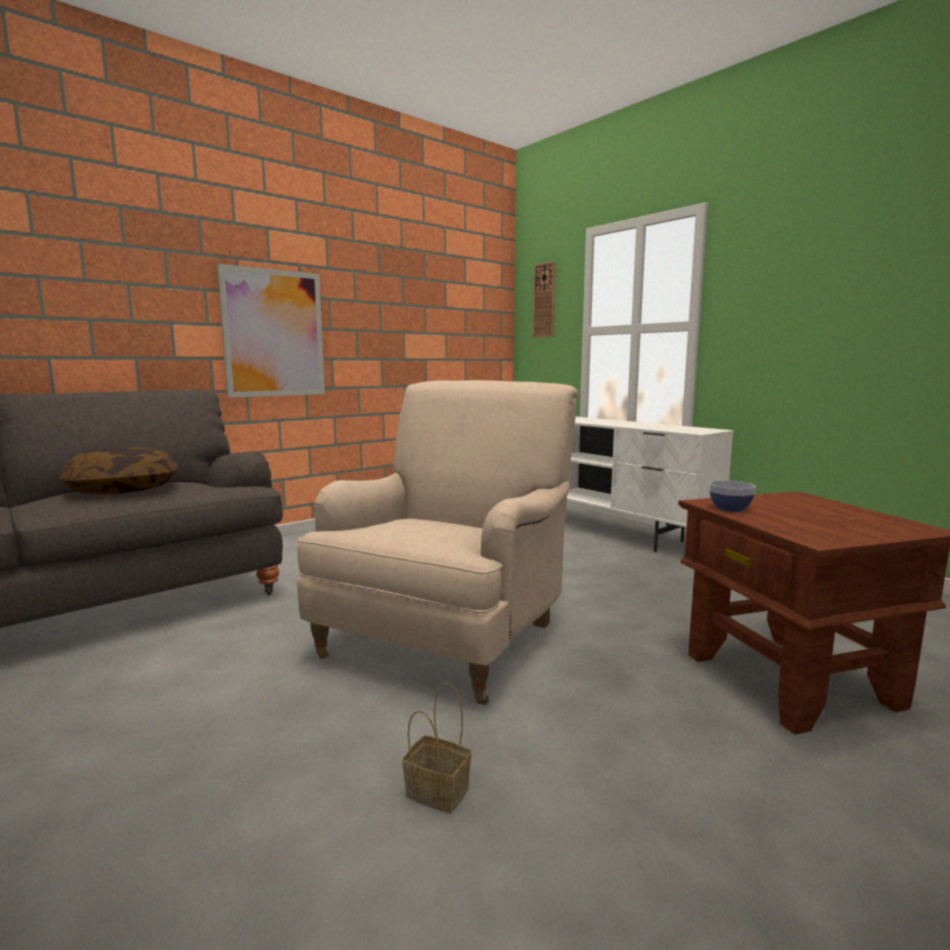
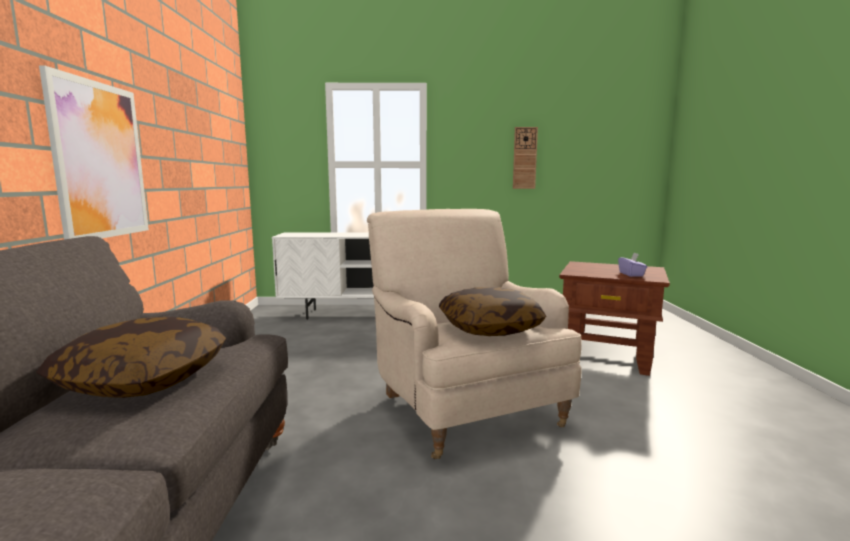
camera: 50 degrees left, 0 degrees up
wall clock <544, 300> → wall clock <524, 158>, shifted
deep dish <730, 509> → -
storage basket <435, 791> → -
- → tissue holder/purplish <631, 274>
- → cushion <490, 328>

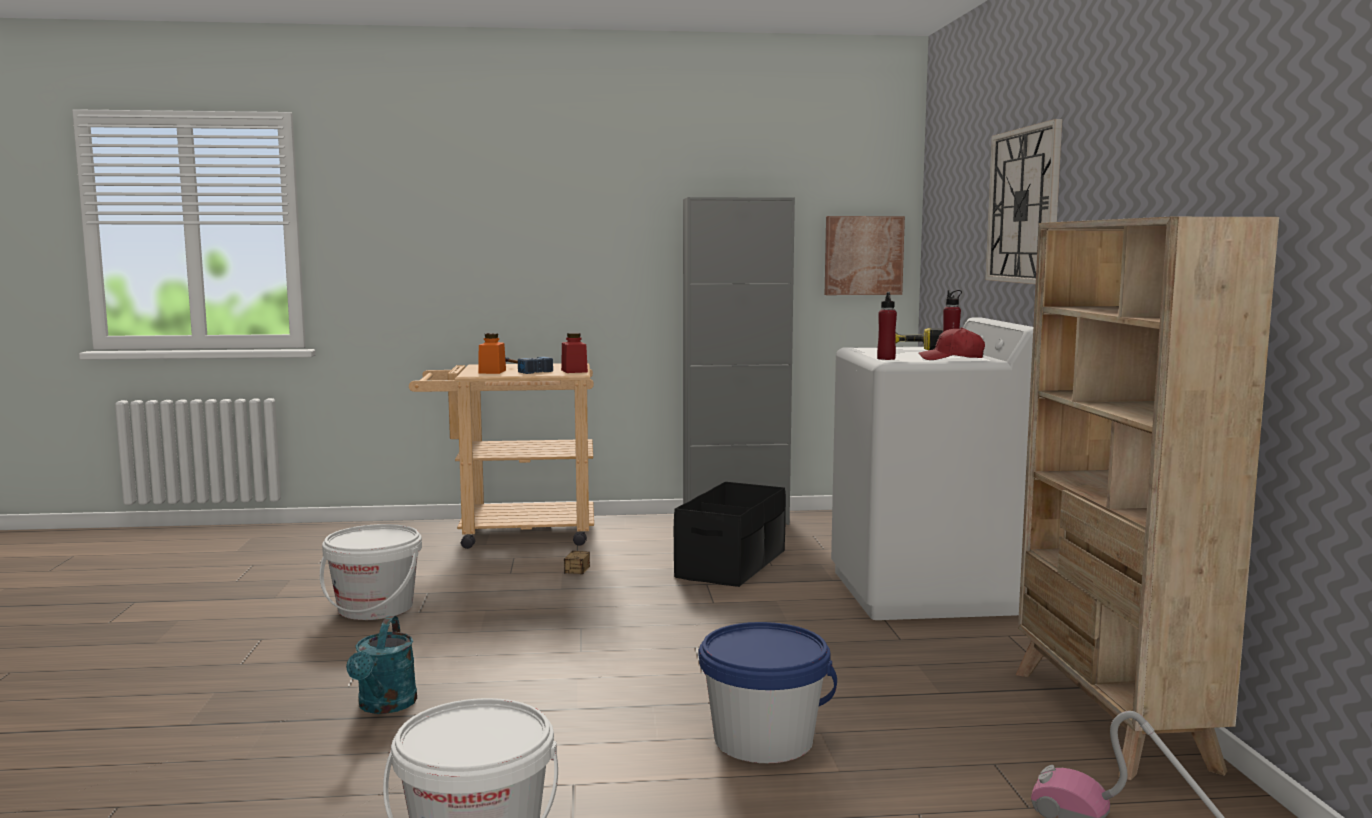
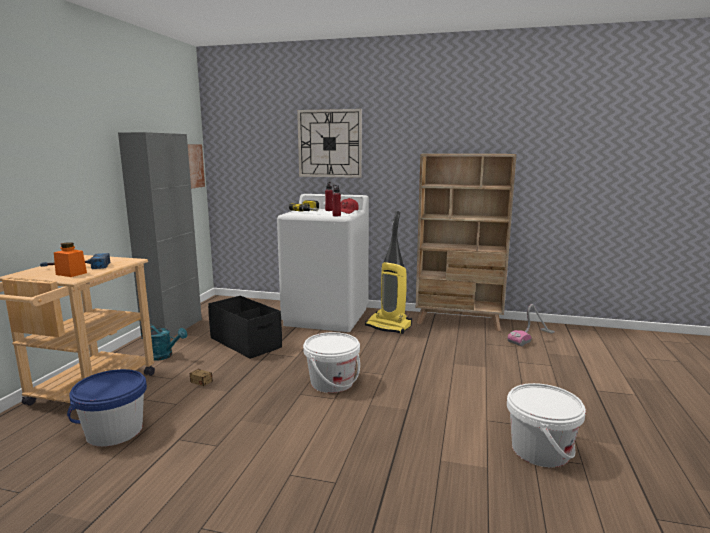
camera: 70 degrees left, 5 degrees up
jar/red <574, 371> → -
water bucket/whitish <375, 608> → water bucket/whitish <332, 382>, shifted
watering pot/turquoise-coloured <384, 706> → watering pot/turquoise-coloured <164, 356>, shifted
water bucket/blue <763, 740> → water bucket/blue <114, 431>, shifted
- → vacuum cleaner <389, 326>

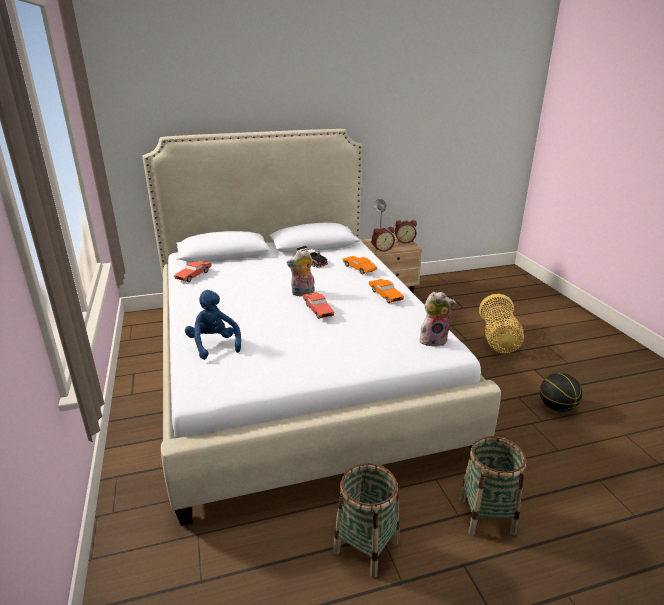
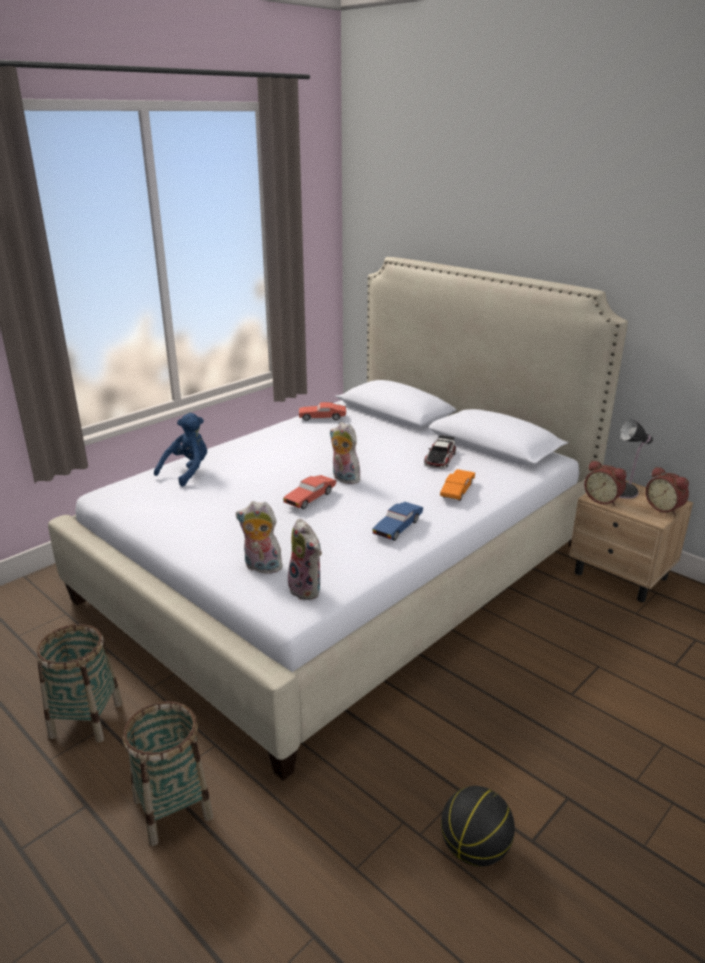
camera: 60 degrees right, 0 degrees up
miniature car/orangey <385, 295> → miniature car/blue <398, 527>
storage basket <498, 339> → -
- → plush toy <261, 567>

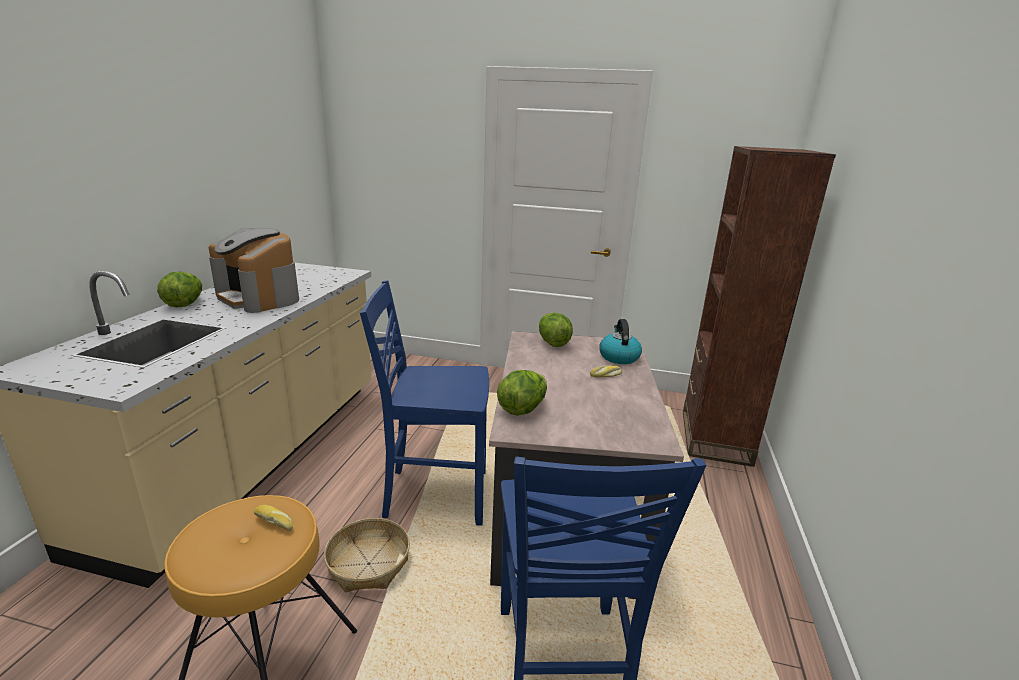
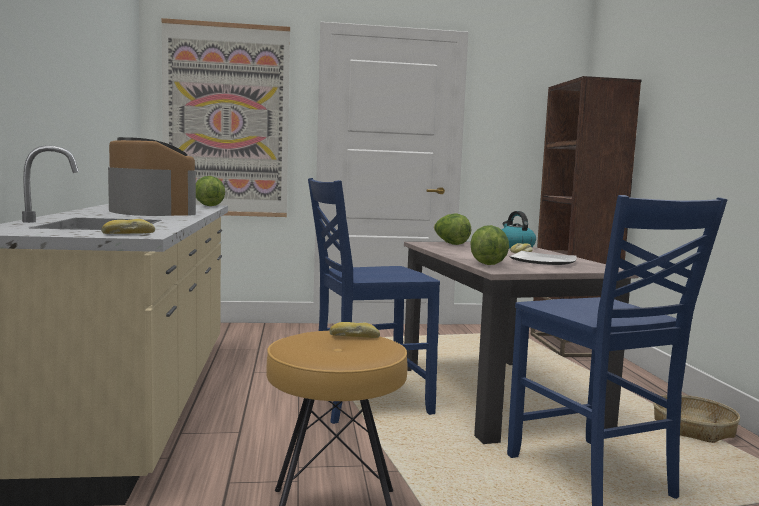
camera: 20 degrees left, 15 degrees down
coffee machine <259, 297> → coffee machine <150, 212>, 150 degrees counterclockwise
lettuce head <185, 304> → lettuce head <208, 206>, shifted
storage basket <369, 564> → storage basket <693, 428>, shifted
- → wall art <226, 121>
- → baked bread <128, 233>
- → flat dish <544, 261>

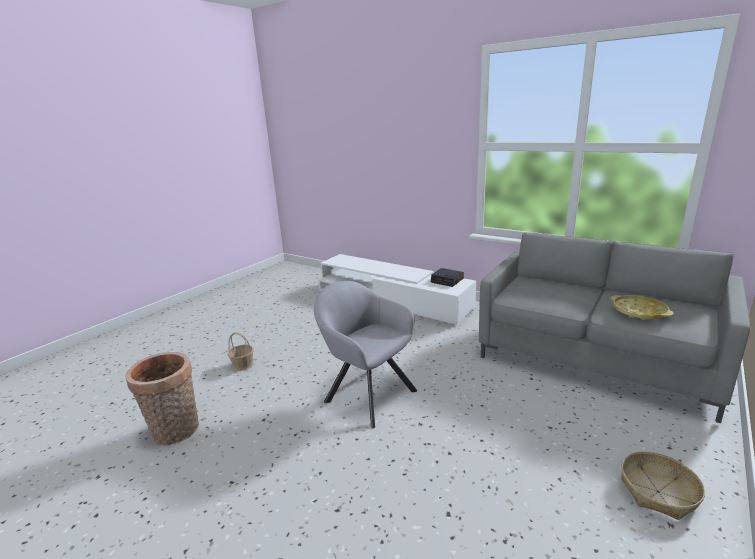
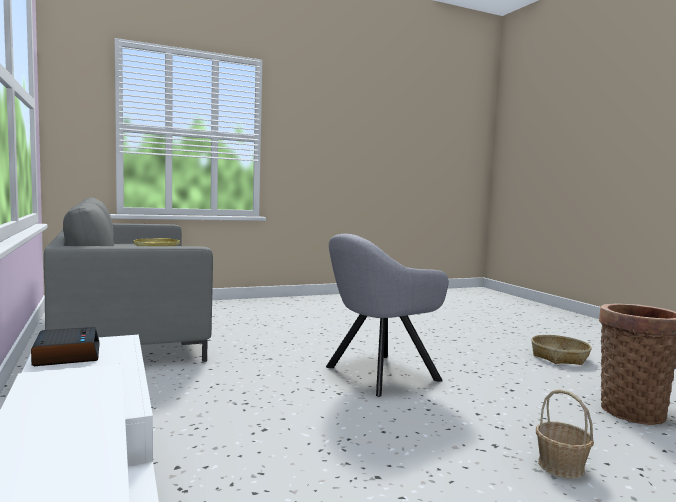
camera: 150 degrees left, 15 degrees down
easy chair/greyish <367, 394> → easy chair/greyish <376, 374>, 75 degrees clockwise
storage basket <657, 491> → storage basket <559, 357>, shifted

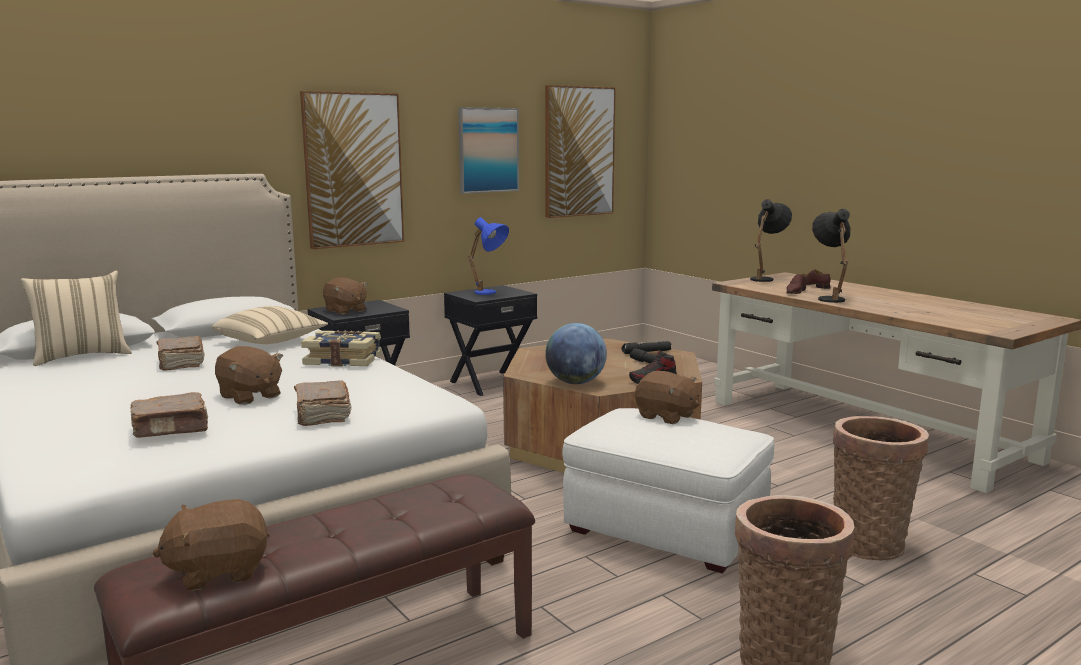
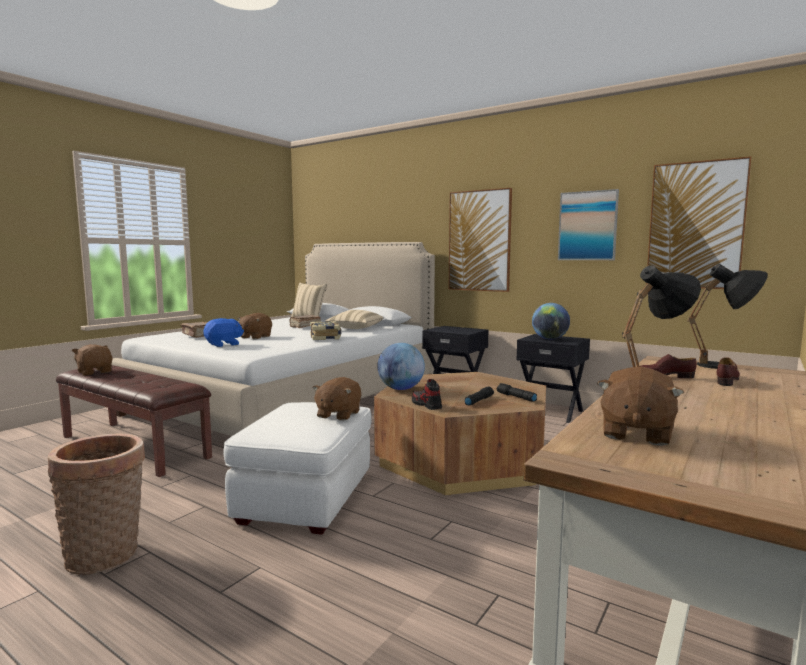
camera: 70 degrees right, 5 degrees down
table lamp/blue <490, 294> → world globe <550, 339>
plush toy/brown-coloured <345, 311> → plush toy/brown-coloured <635, 433>, shifted
book/brown-coloured <322, 415> → plush toy/blue <224, 344>
storage basket <869, 542> → -

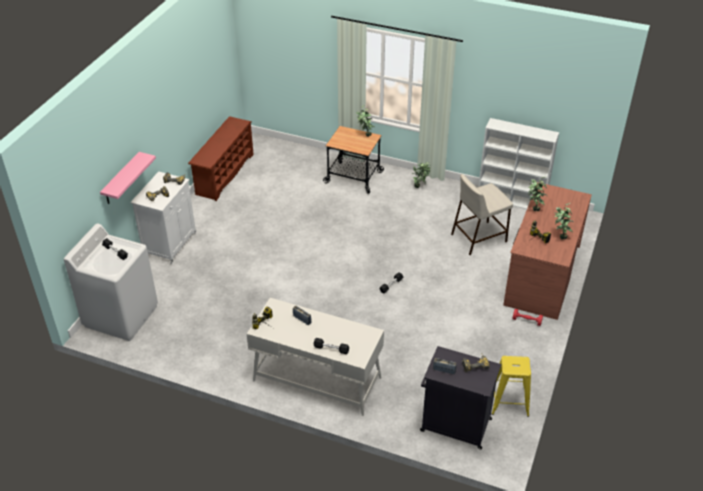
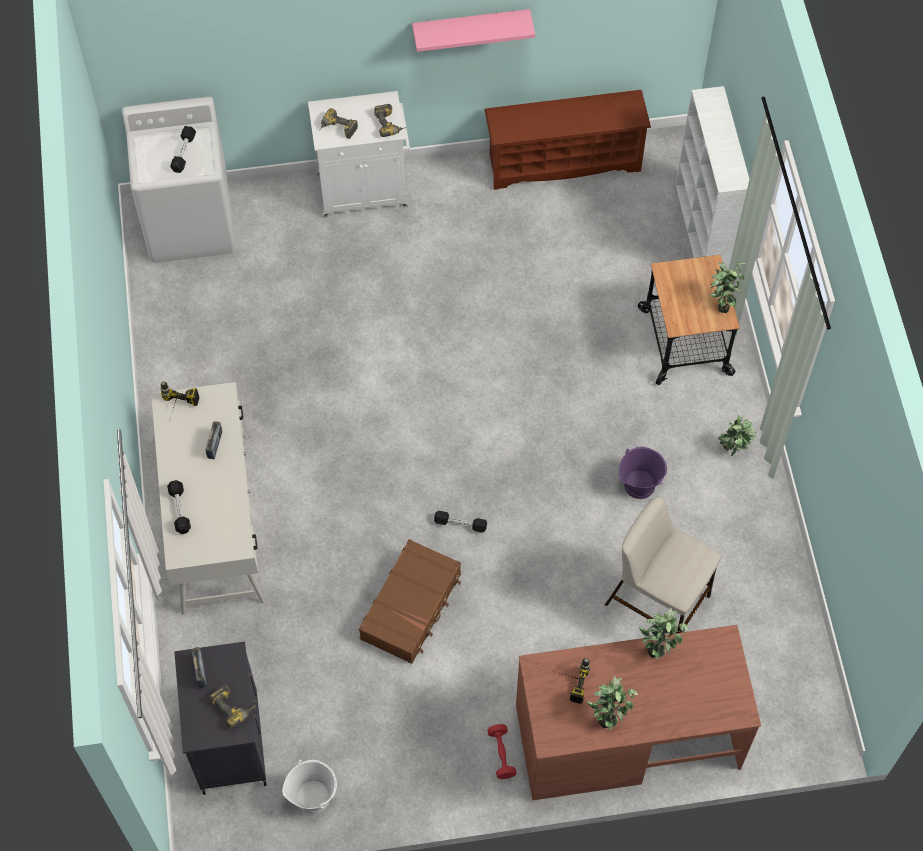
camera: 60 degrees right, 20 degrees up
bookcase/whitish <512, 200> → bookcase/whitish <703, 231>, shifted
wall shelf/pinkish <121, 179> → wall shelf/pinkish <471, 27>, shifted
sitting stool/yellowish <509, 402> → water bucket/whitish <313, 797>
- → water bucket/purplish <639, 484>
- → piece of luggage/brown-coloured <412, 606>

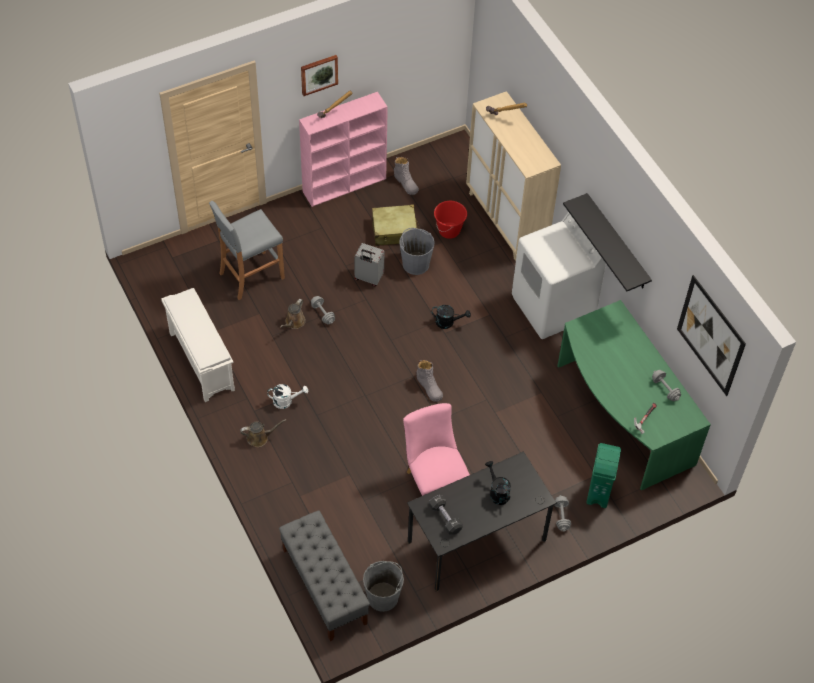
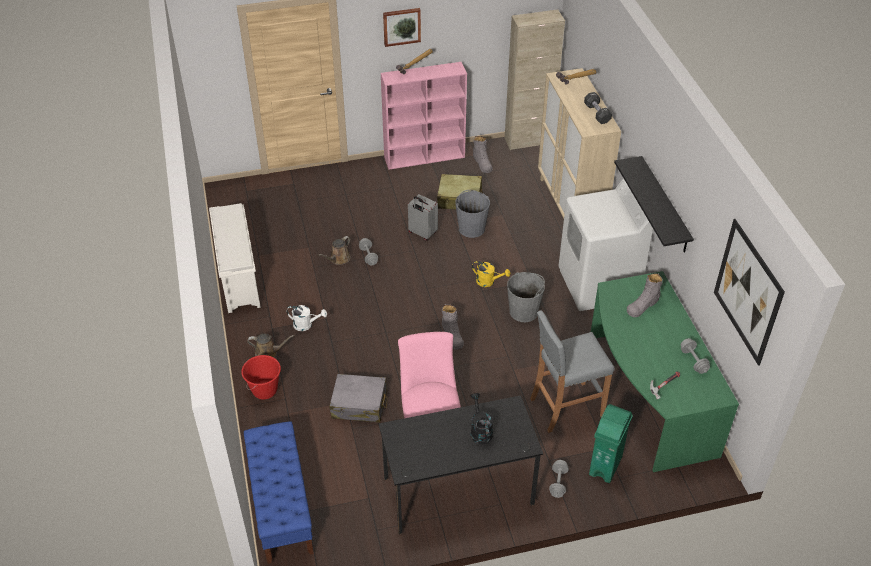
camera: 15 degrees right, 10 degrees down
sitting stool/greyish <251, 276> → sitting stool/greyish <565, 407>, shifted
water bucket/red <449, 231> → water bucket/red <265, 390>, shifted
watering pot/black <448, 322> → watering pot/yellowish <488, 282>
hand weight/black <445, 518> → hand weight/black <597, 113>, shifted
bench/greyish <324, 586> → bench/blue <281, 506>
water bucket/greyish <383, 597> → water bucket/greyish <524, 311>, shifted
- → storage cabinet/sand-coloured <528, 141>
- → tall boot/greyish <643, 305>
- → piece of luggage/greyish <359, 404>

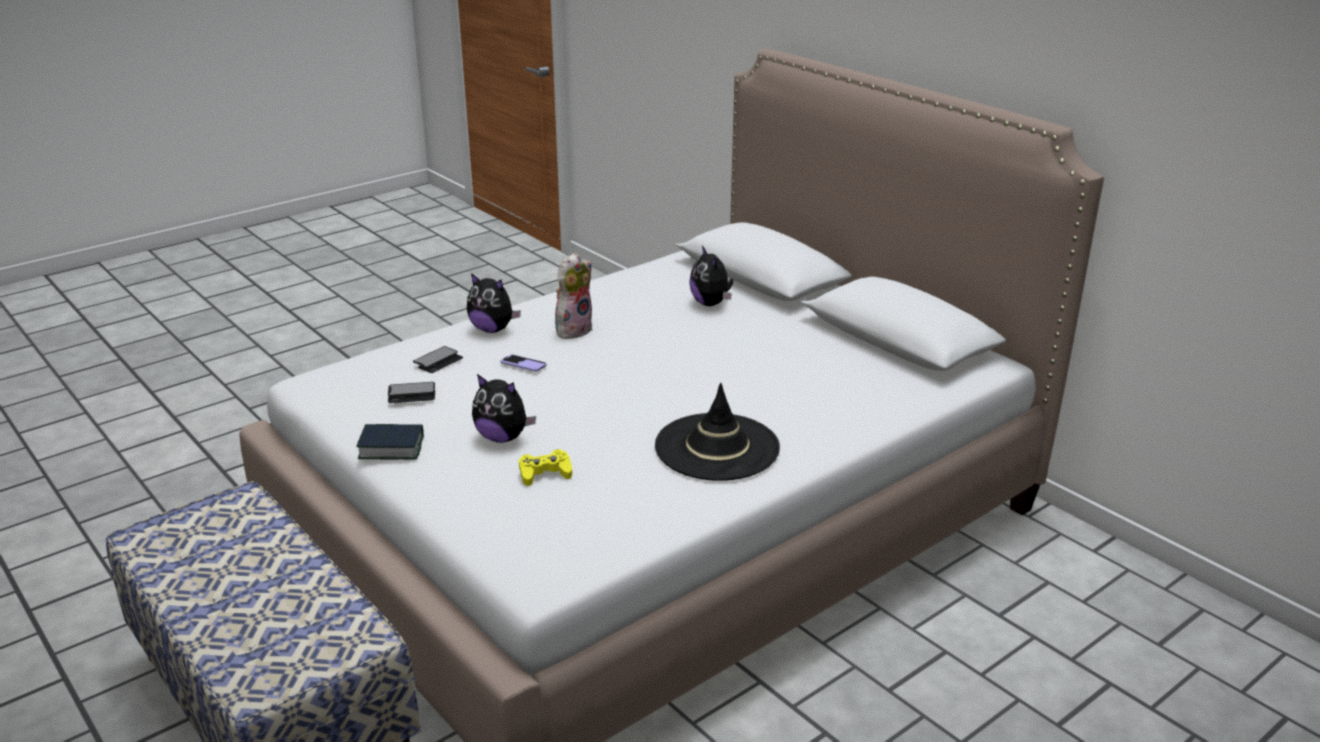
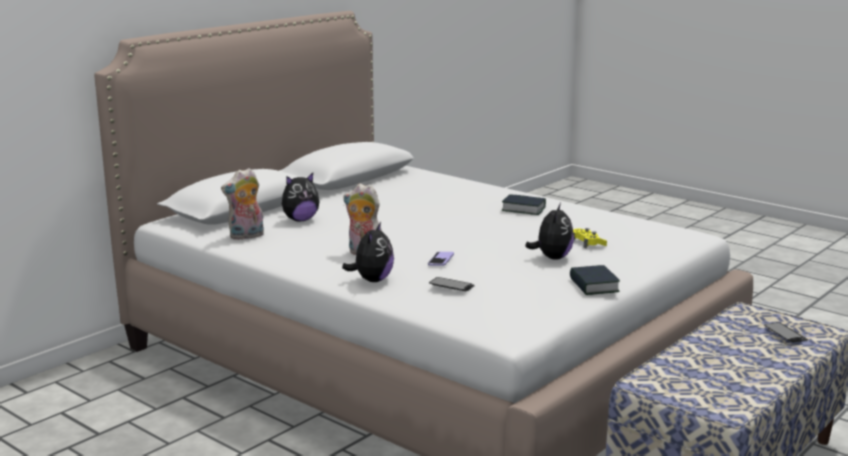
camera: 100 degrees left, 10 degrees down
telephone <411, 394> → telephone <785, 334>, shifted
hat/black <717, 447> → book <523, 209>
- → plush toy <246, 236>

